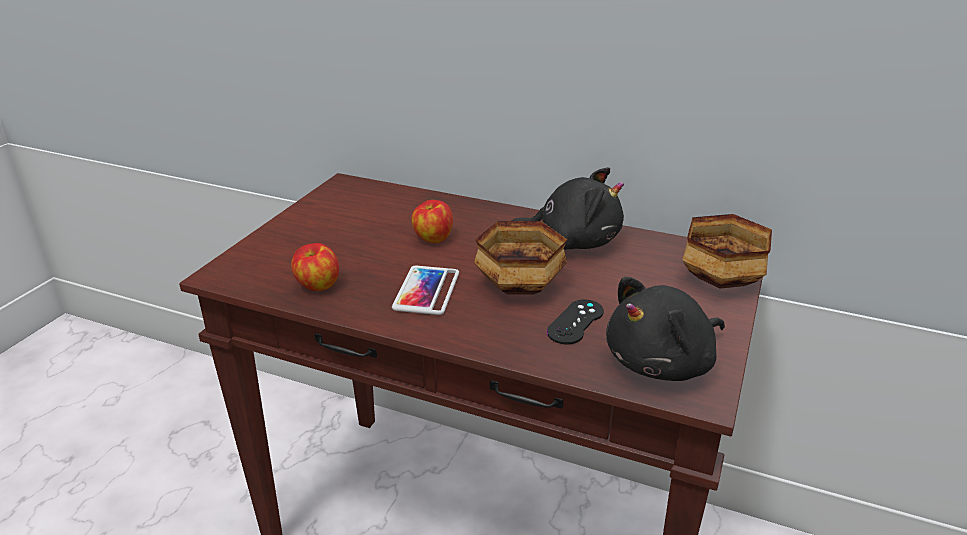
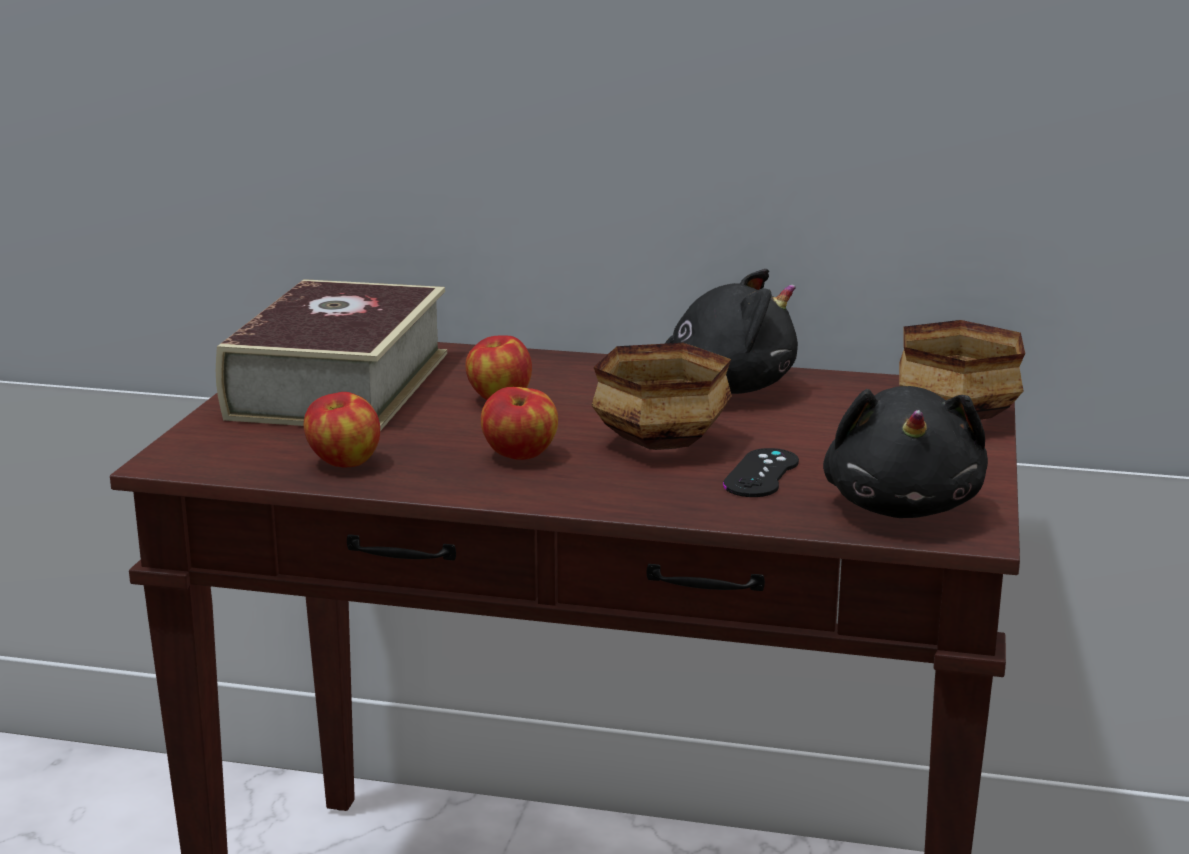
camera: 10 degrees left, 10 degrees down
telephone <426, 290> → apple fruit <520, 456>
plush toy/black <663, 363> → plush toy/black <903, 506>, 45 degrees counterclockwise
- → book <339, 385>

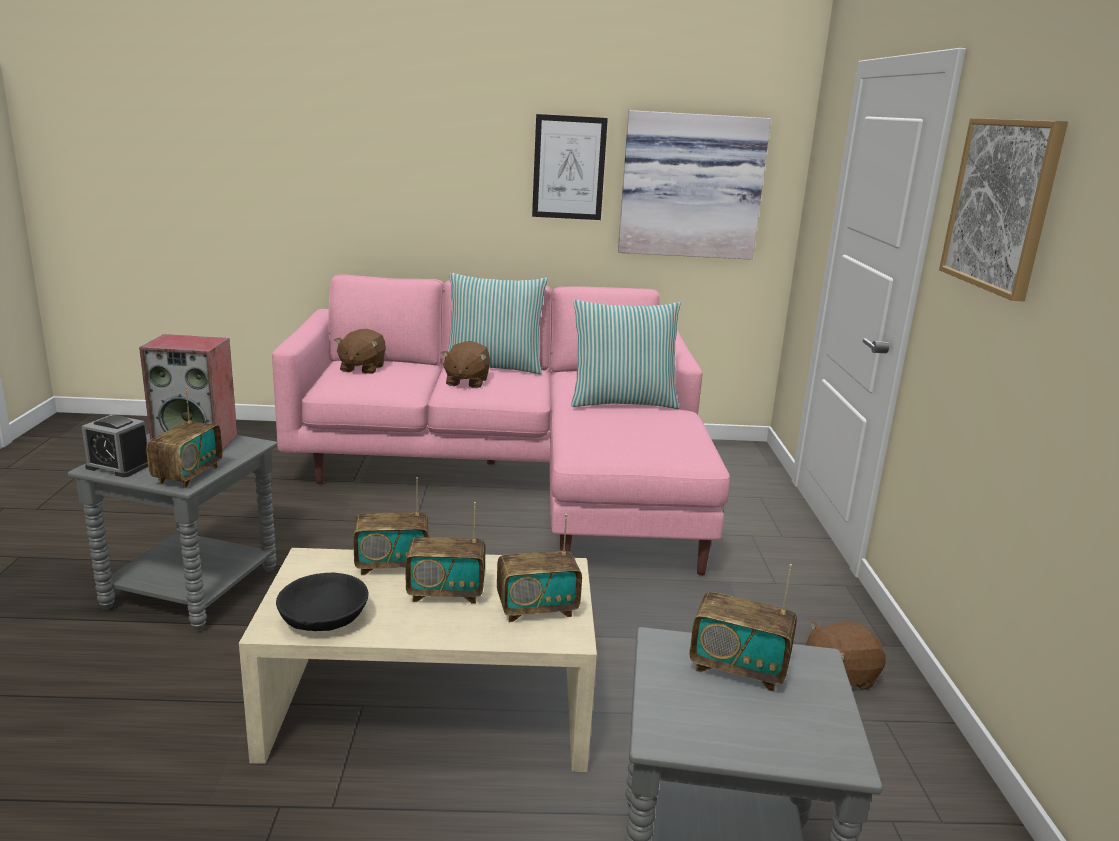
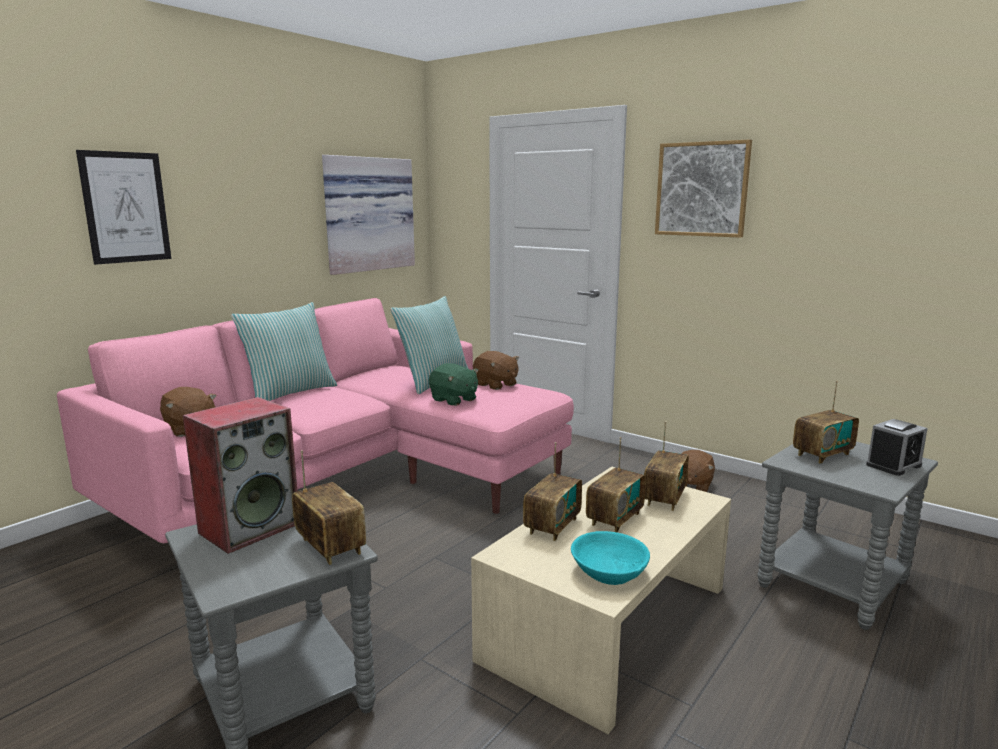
camera: 50 degrees left, 5 degrees down
wall art <569, 168> → wall art <126, 207>, shifted
plush toy/brown-coloured <466, 382> → plush toy/brown-coloured <495, 385>, shifted
alarm clock <119, 466> → alarm clock <893, 465>, shifted
deep dish/black <324, 618> → deep dish/turquoise-coloured <609, 571>
- → plush toy/greenish <454, 400>

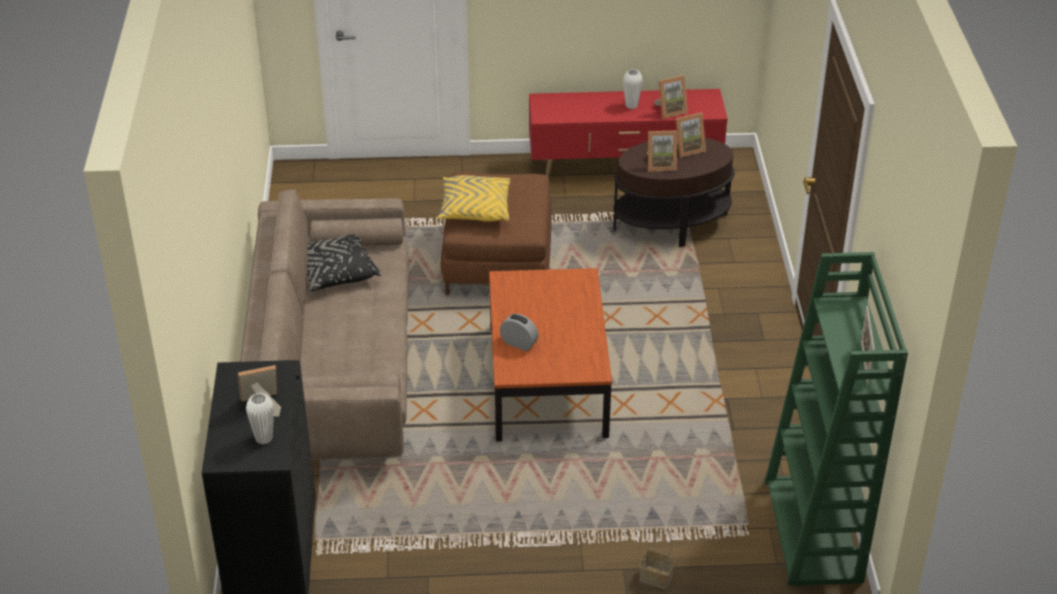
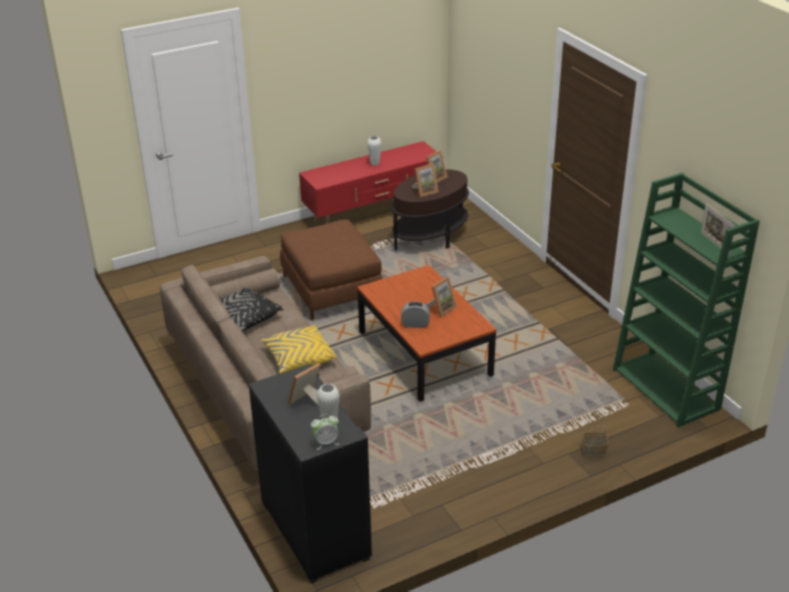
camera: 25 degrees left, 5 degrees down
photo frame <670, 110> → photo frame <441, 309>, shifted
cushion/yellowish <475, 209> → cushion/yellowish <299, 358>, shifted
- → alarm clock <326, 442>

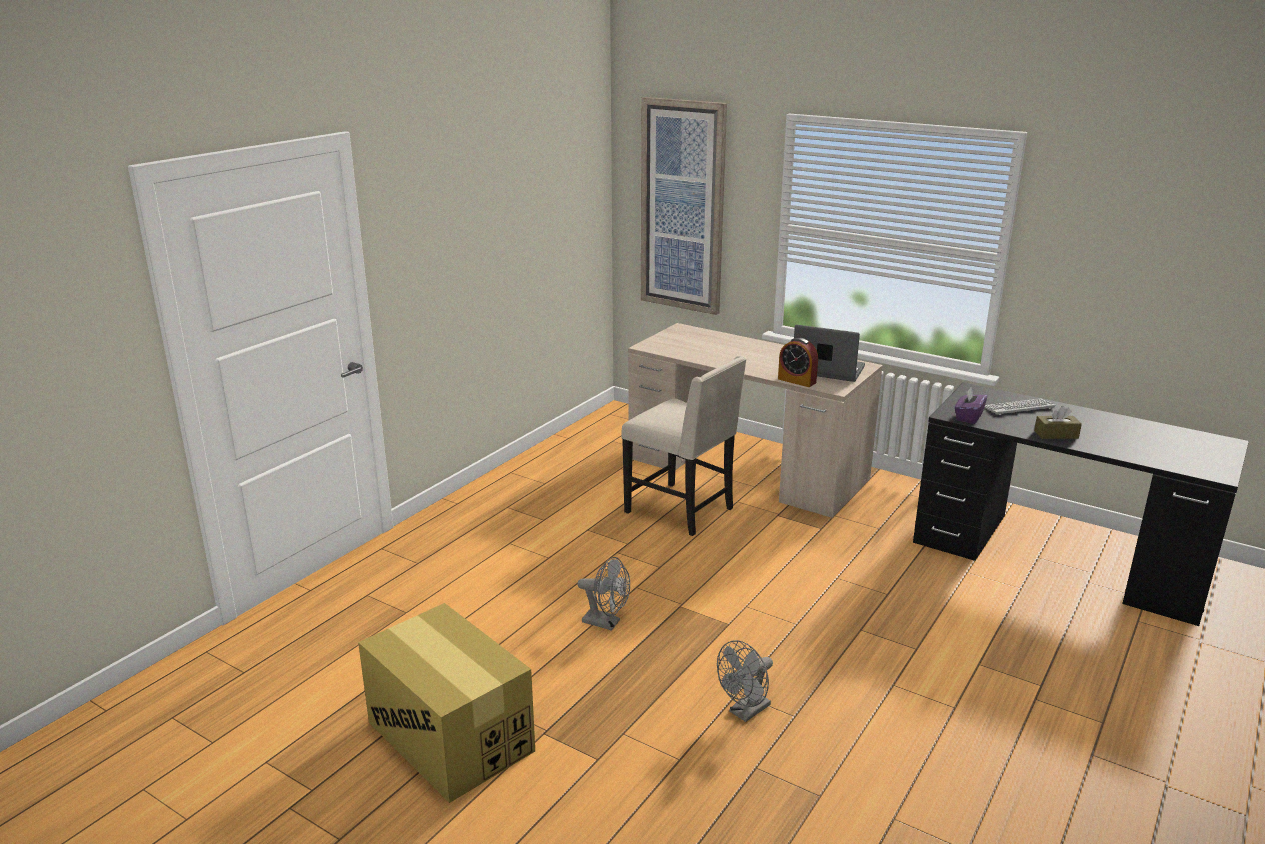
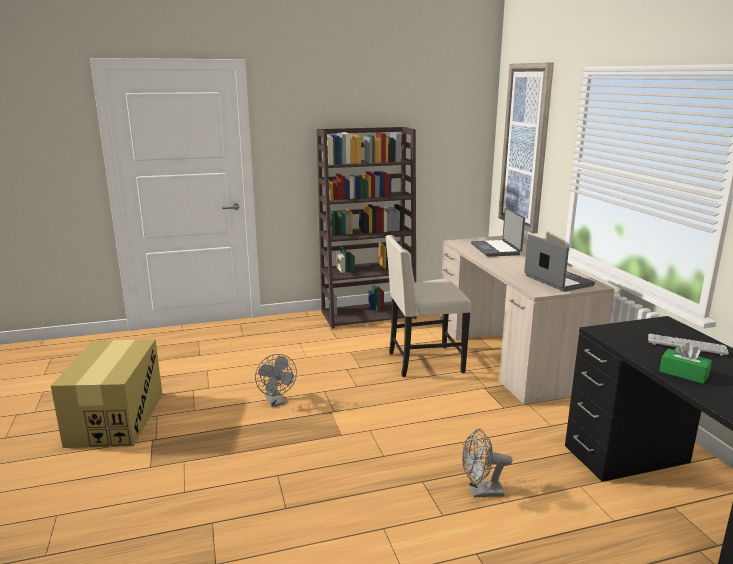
camera: 40 degrees right, 5 degrees down
alarm clock <797, 381> → -
plain chair/sand-coloured <682, 511> → plain chair/sand-coloured <423, 362>, 90 degrees clockwise
tissue holder/purplish <968, 417> → -
tissue holder/brown-coloured <1056, 434> → tissue holder/greenish <683, 373>
electric fan/greyish <745, 712> → electric fan/greyish <481, 492>, shifted
- → bookcase/brown-coloured <368, 314>
- → portable computer <496, 249>

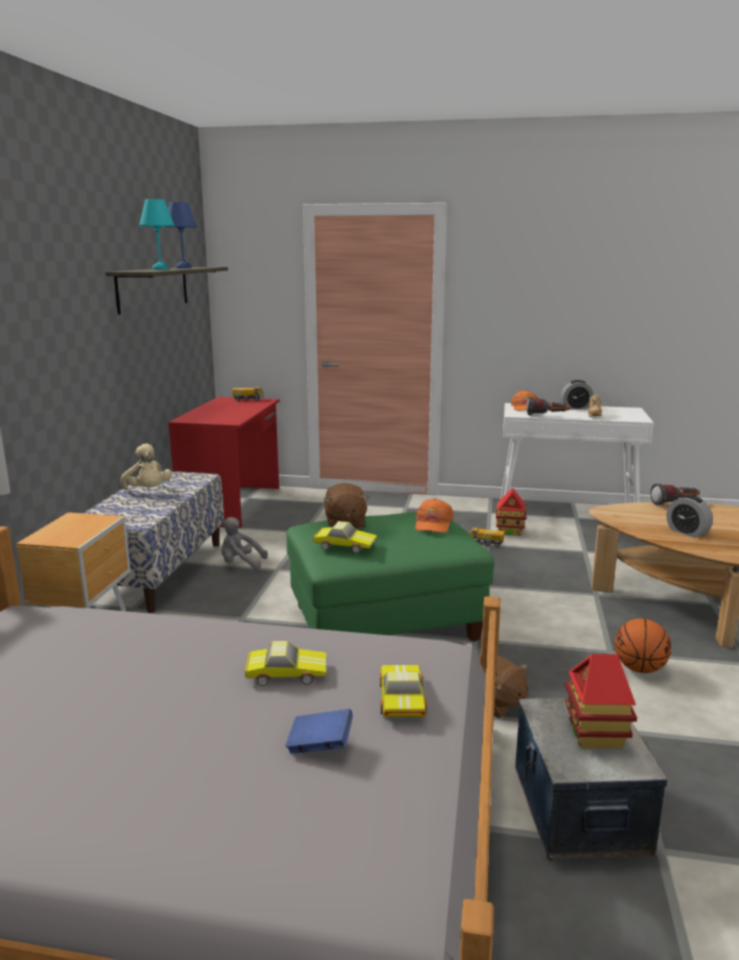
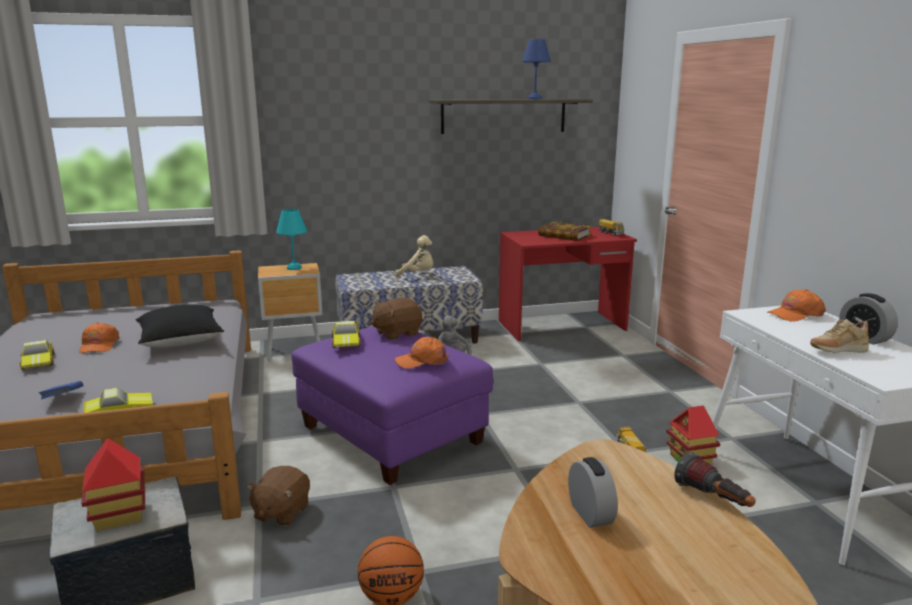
camera: 65 degrees right, 0 degrees up
table lamp/turquoise-coloured <160, 269> → table lamp/turquoise-coloured <293, 268>, shifted
torch <547, 416> → -
plush toy/sand-coloured <148, 491> → plush toy/sand-coloured <418, 275>, 105 degrees counterclockwise
alarm clock <687, 532> → alarm clock <590, 514>, 135 degrees clockwise
ottoman/greenish <385, 623> → ottoman/purplish <392, 436>
miniature car <286, 672> → miniature car <39, 361>, shifted
- → book <564, 235>
- → cushion/black <180, 341>
- → peaked cap/orangey <99, 345>

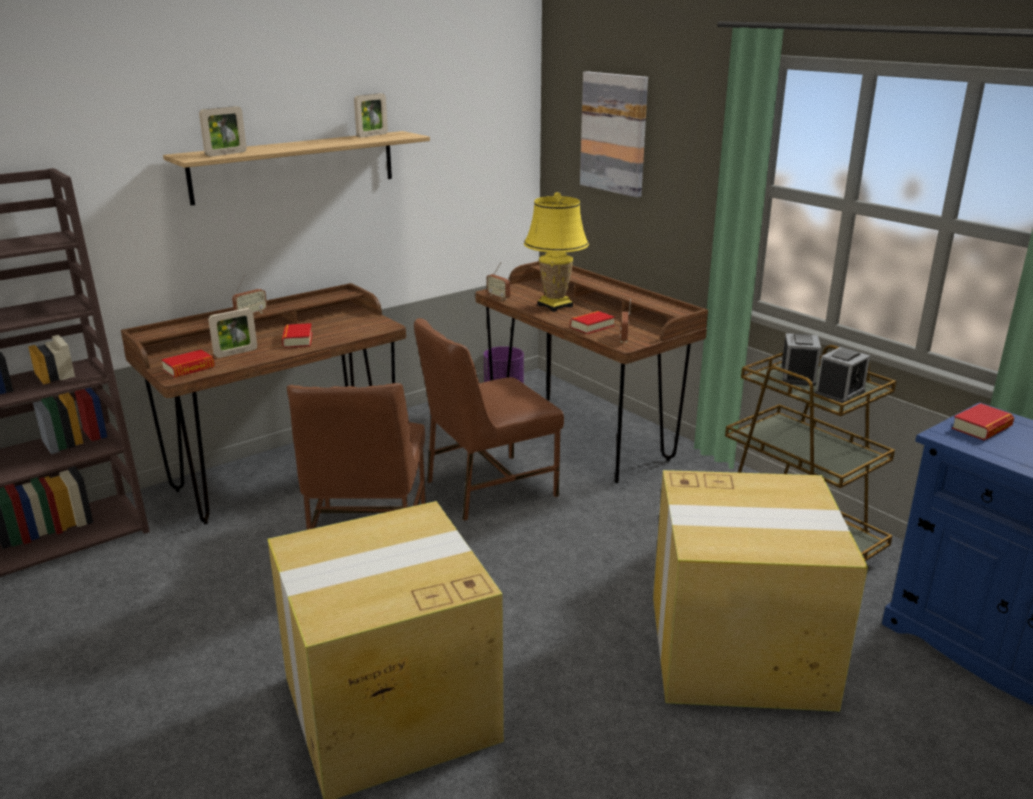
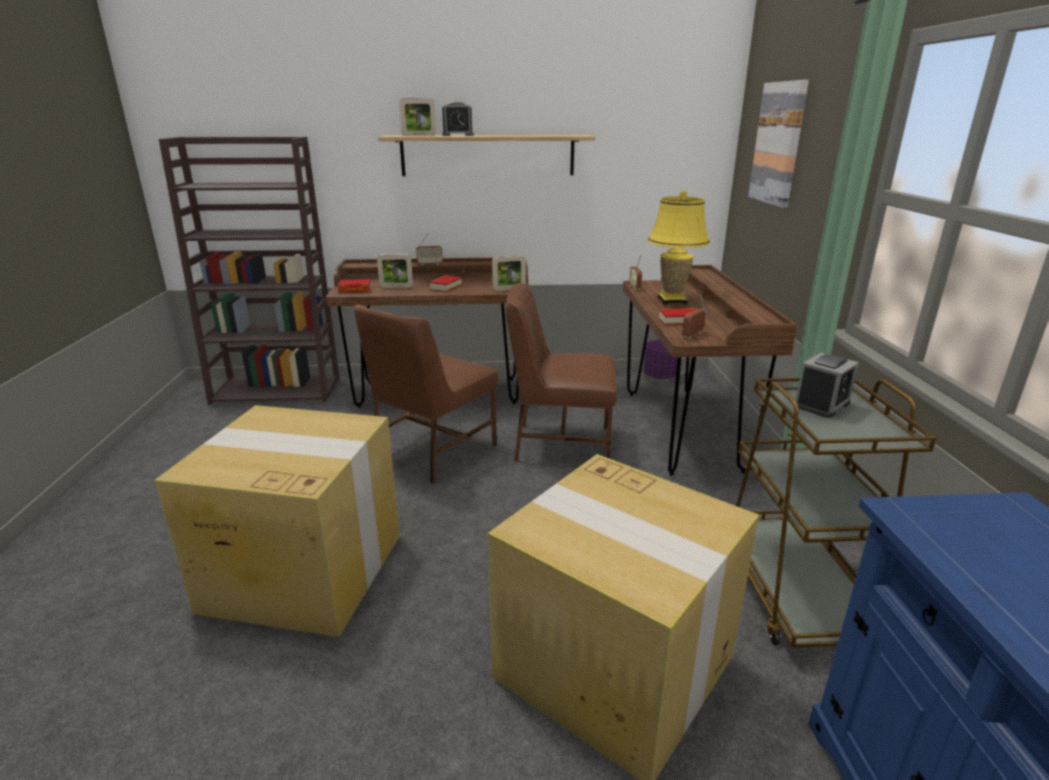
camera: 35 degrees right, 0 degrees up
photo frame <372, 135> → photo frame <509, 289>, shifted
alarm clock <839, 393> → alarm clock <457, 135>, shifted
book <981, 428> → -

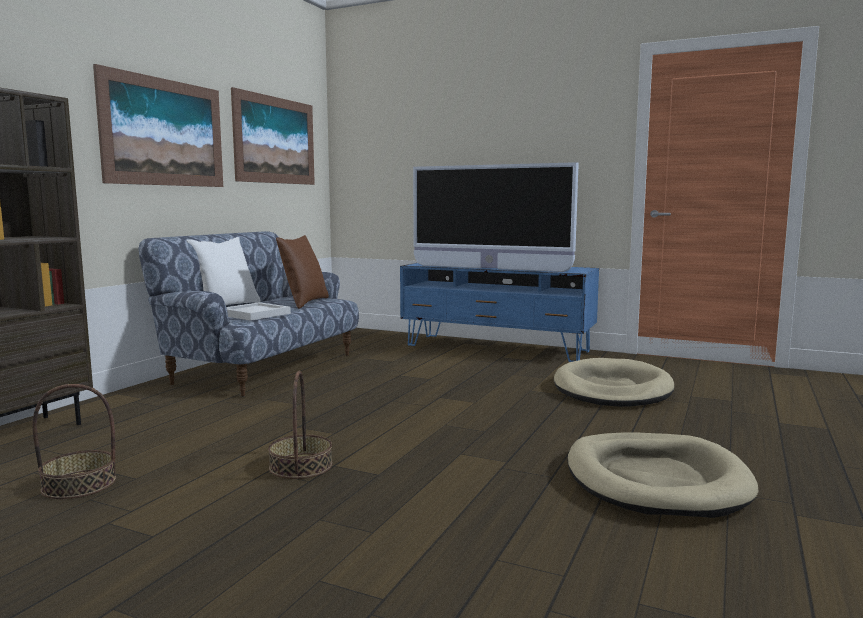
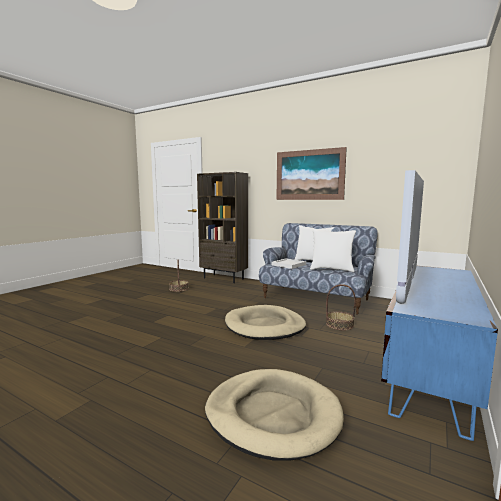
camera: 95 degrees right, 0 degrees up
wall art <275, 140> → -
cushion/brown-coloured <304, 303> → cushion/whitish <331, 269>
storage basket <300, 466> → storage basket <339, 325>, shifted
dog bed/sand-coloured <655, 480> → dog bed/sand-coloured <265, 326>, shifted

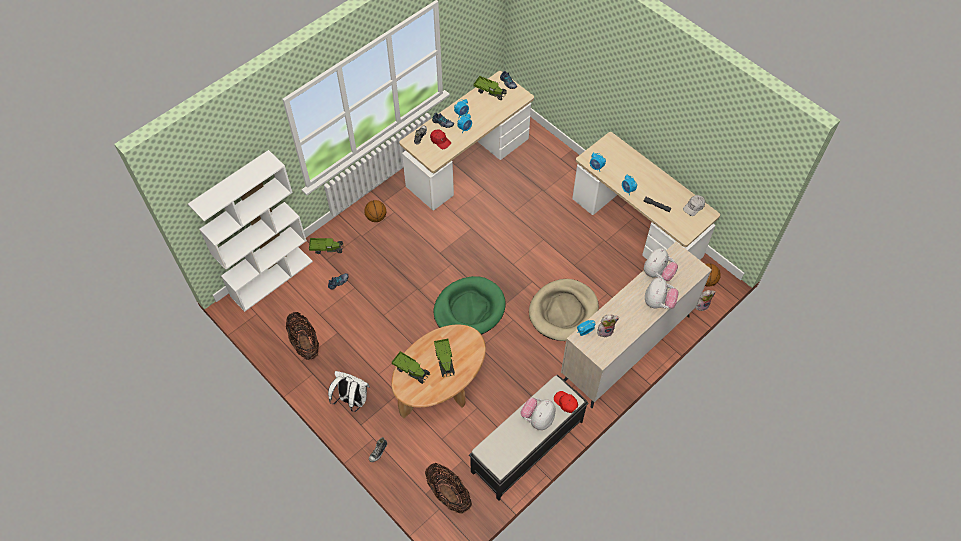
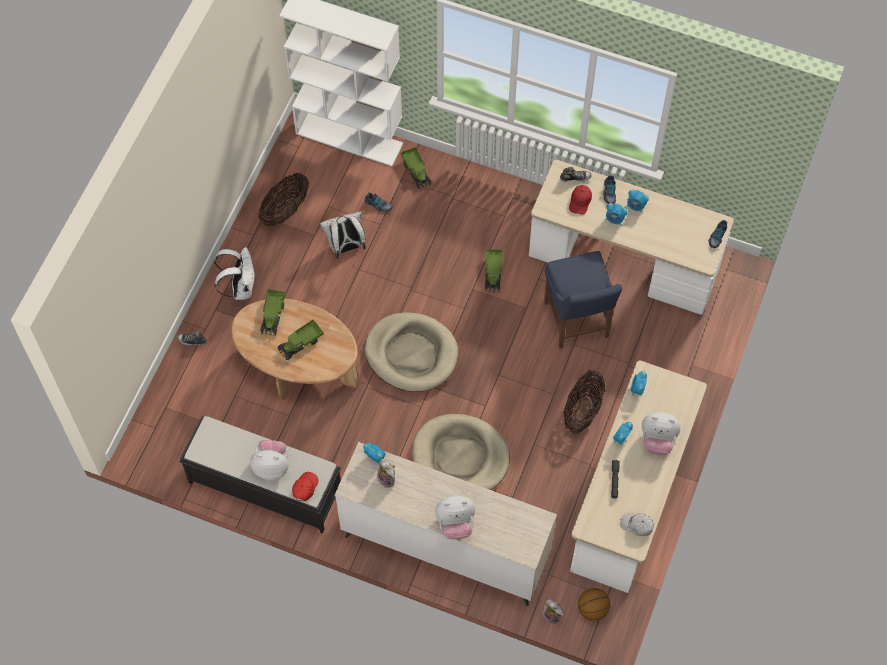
camera: 65 degrees right, 5 degrees up
model truck <490, 91> → model truck <493, 273>, shifted
basketball <376, 217> → -
plush toy <657, 273> → plush toy <657, 440>, shifted
dog bed/greenish <469, 309> → dog bed/sand-coloured <411, 354>
storage basket <448, 494> → storage basket <582, 411>, shifted
- → backpack/whitish <346, 247>
- → plain chair/blue <577, 323>

